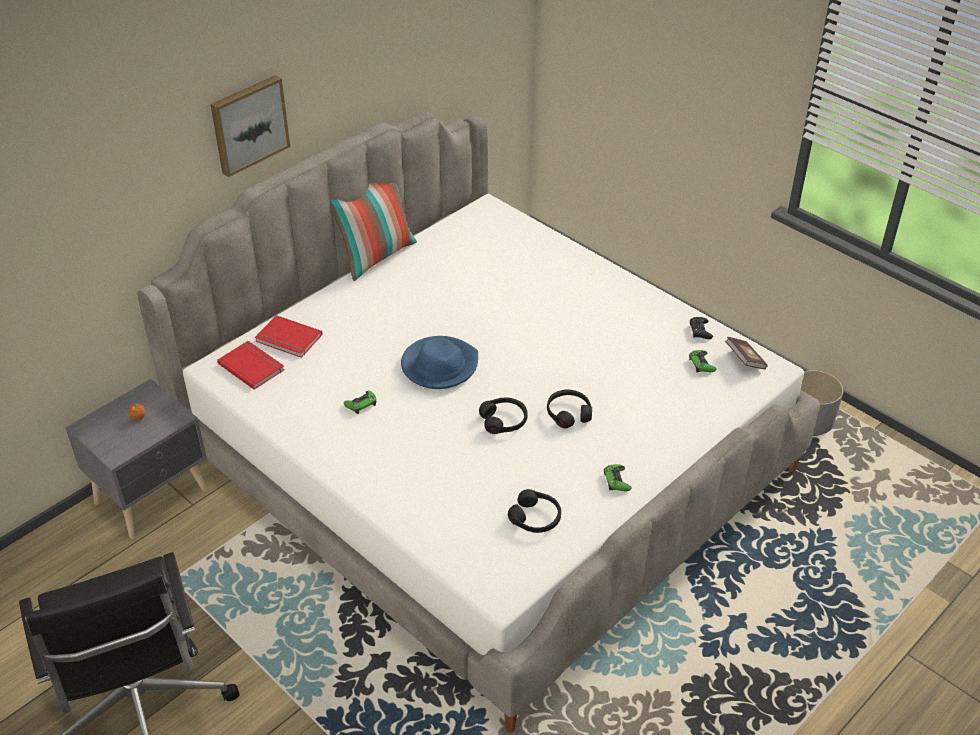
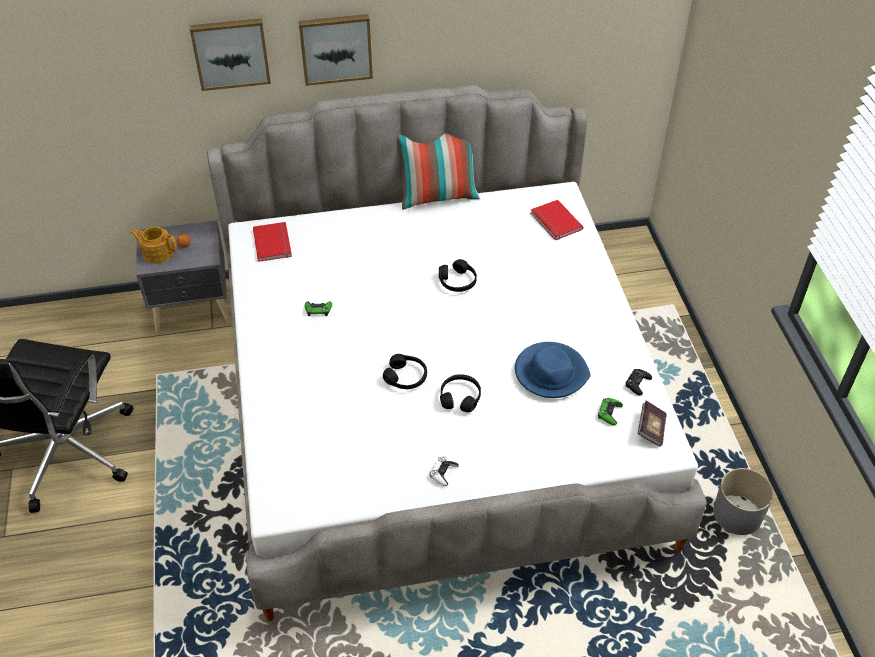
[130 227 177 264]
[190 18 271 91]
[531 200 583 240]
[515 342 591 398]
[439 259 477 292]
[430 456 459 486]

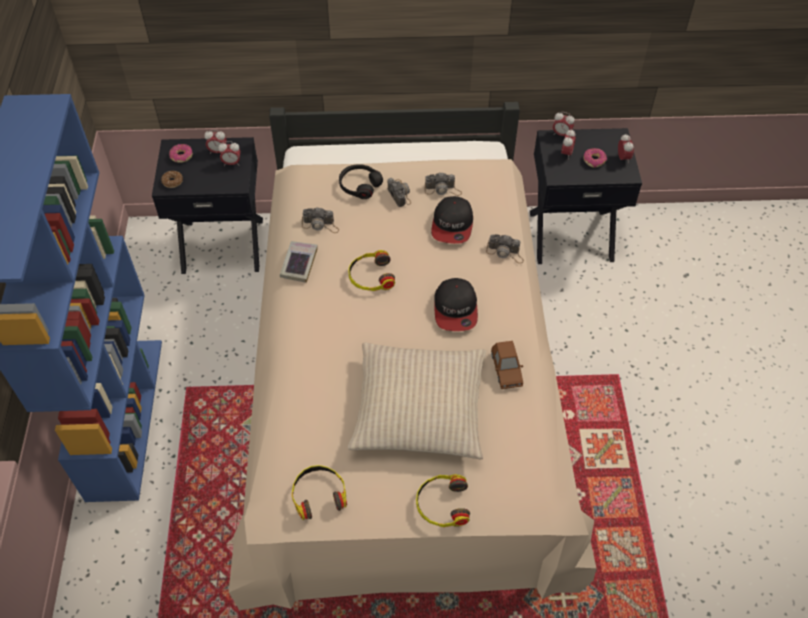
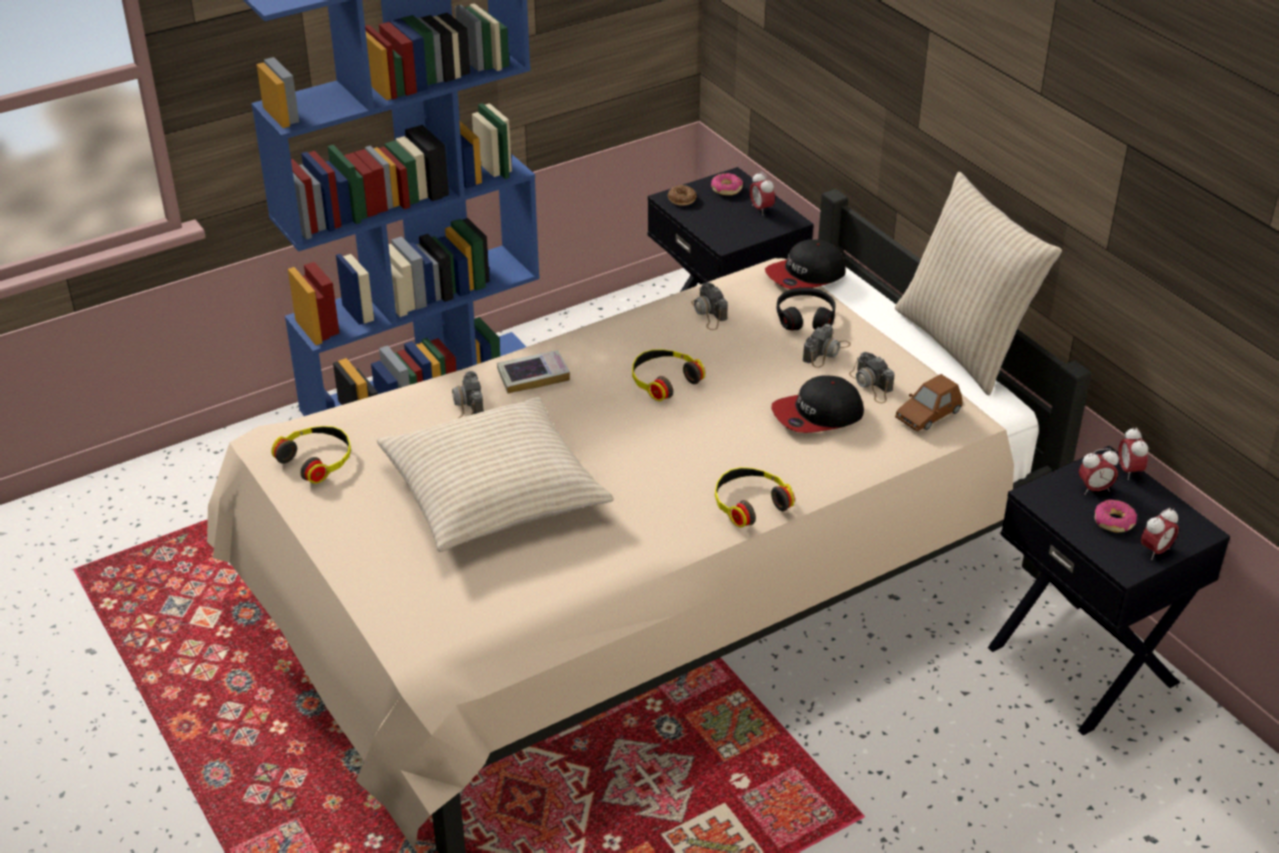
[218 141 241 166] (first image)
[895 172 1062 396]
[497 350 570 394]
[715 467 795 528]
[765 239 846 289]
[452 371 484 419]
[895 374 963 431]

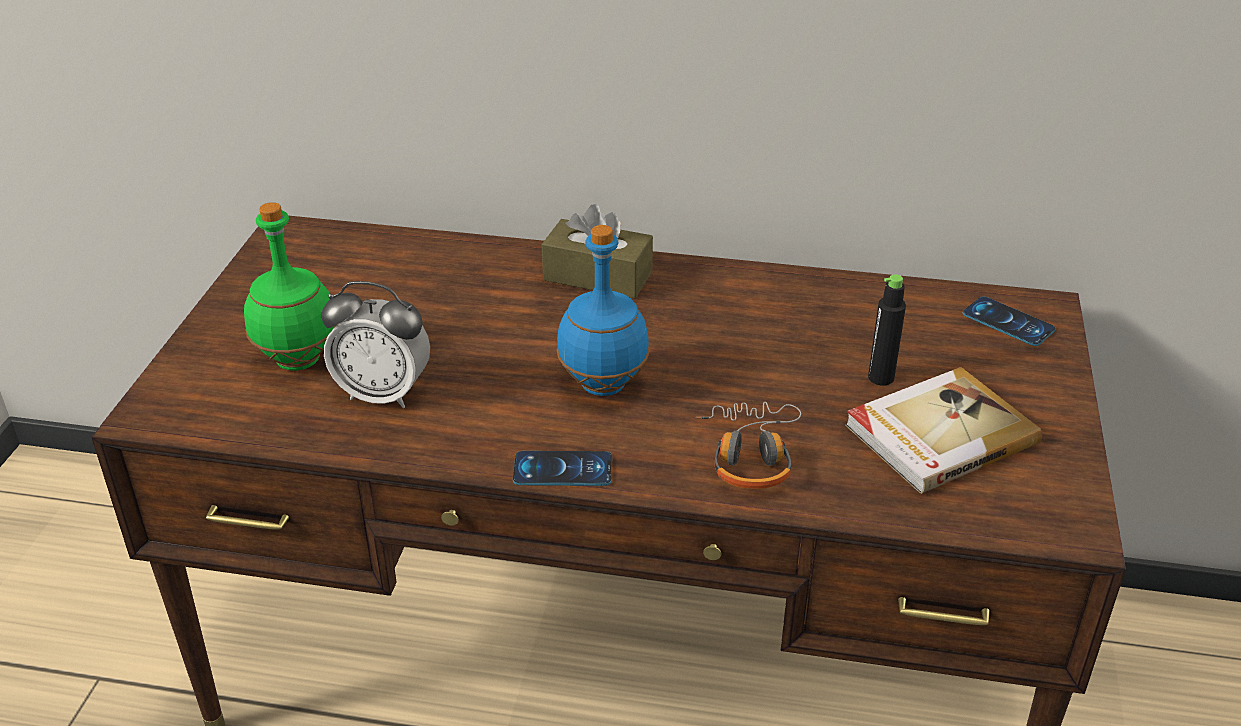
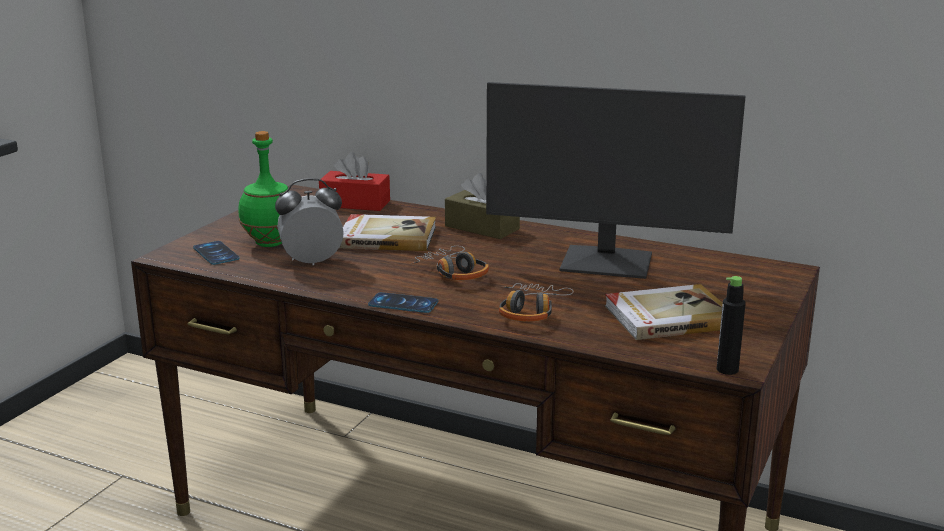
[319 152 390 211]
[339 214 436 251]
[486 82 746 279]
[717 276 746 375]
[193 241 240 265]
[411 246 489 280]
[275 178 344 265]

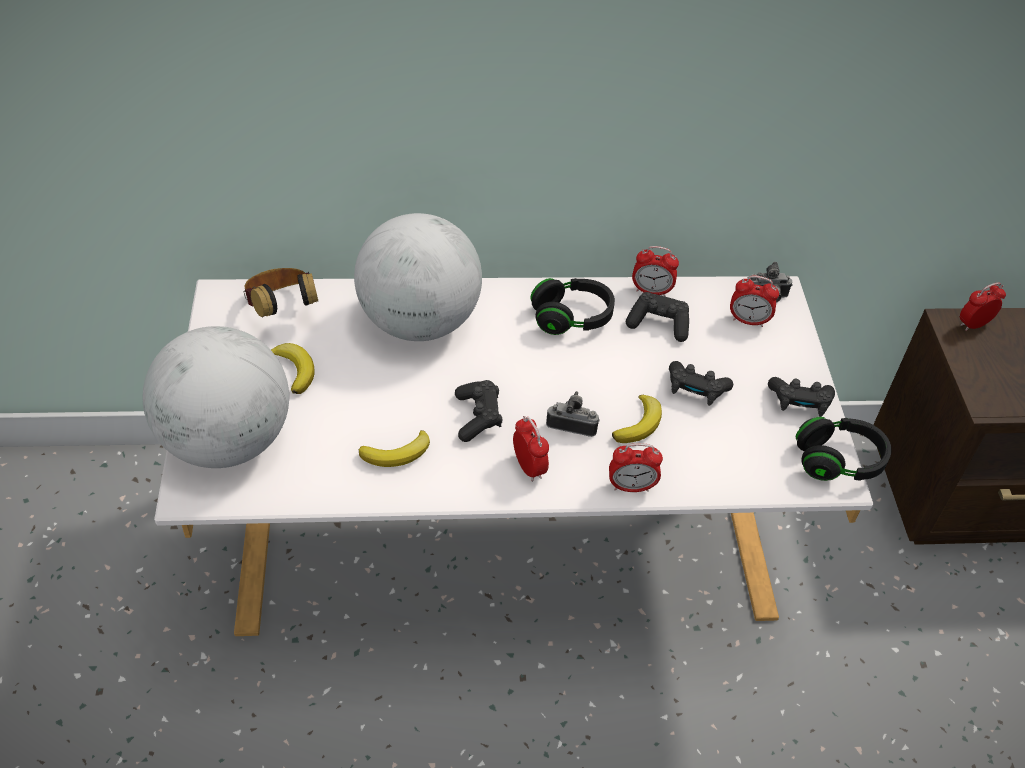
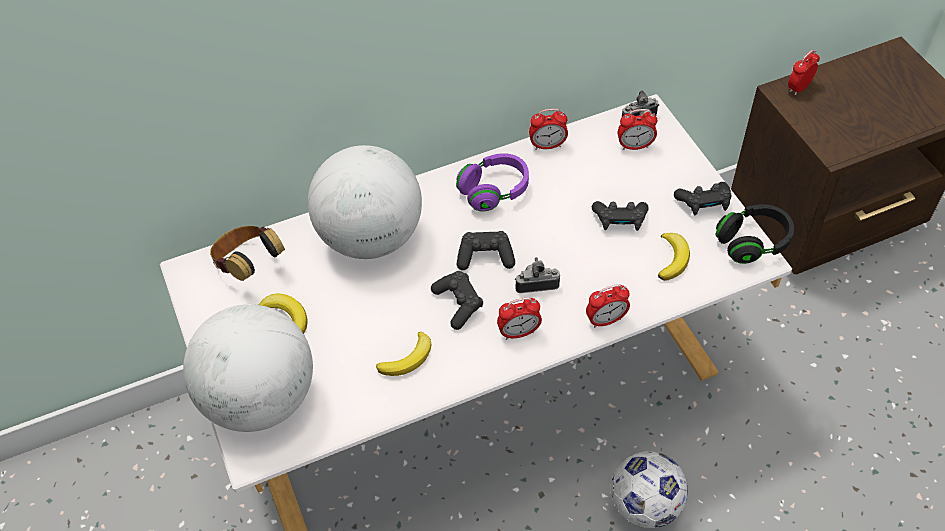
[611 451 688 528]
[658 233 690 281]
[457 231 515 270]
[456 153 529 212]
[497 297 542 340]

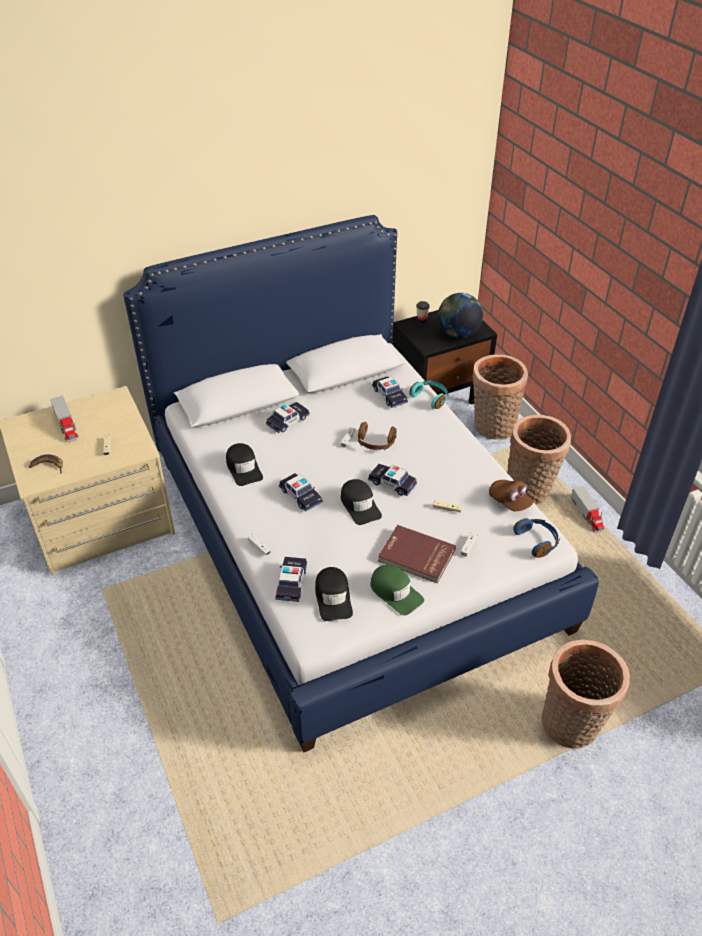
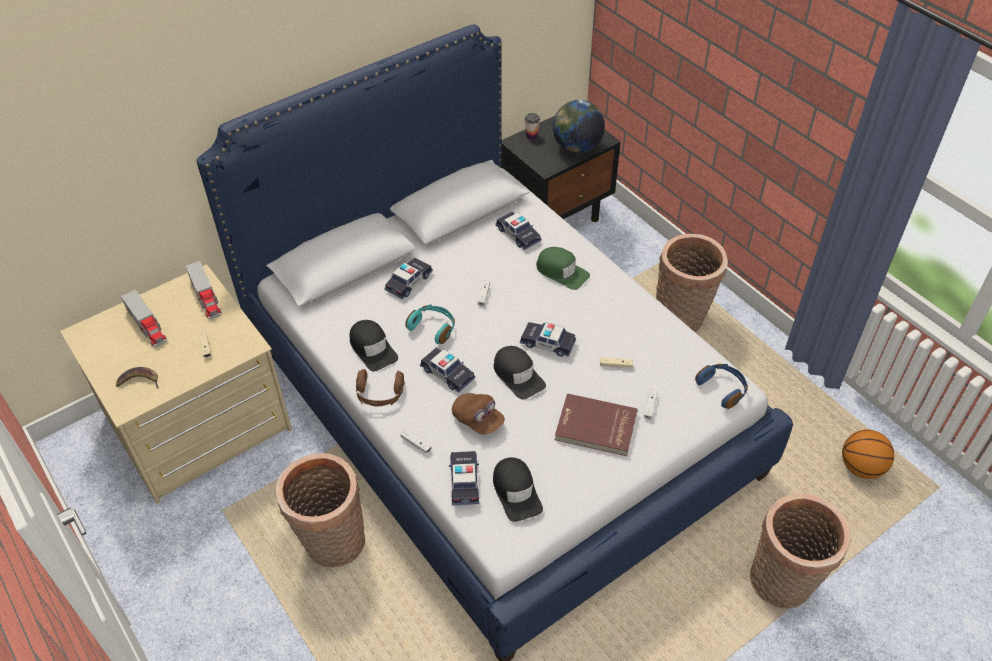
[842 430 894 479]
[356 369 405 406]
[536 247 590 290]
[405 305 455 344]
[276 453 365 568]
[452 393 505 435]
[186 261 222 319]

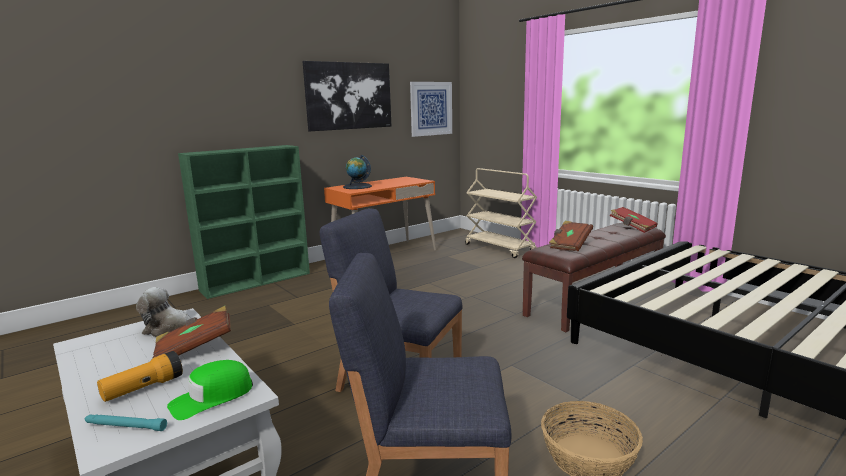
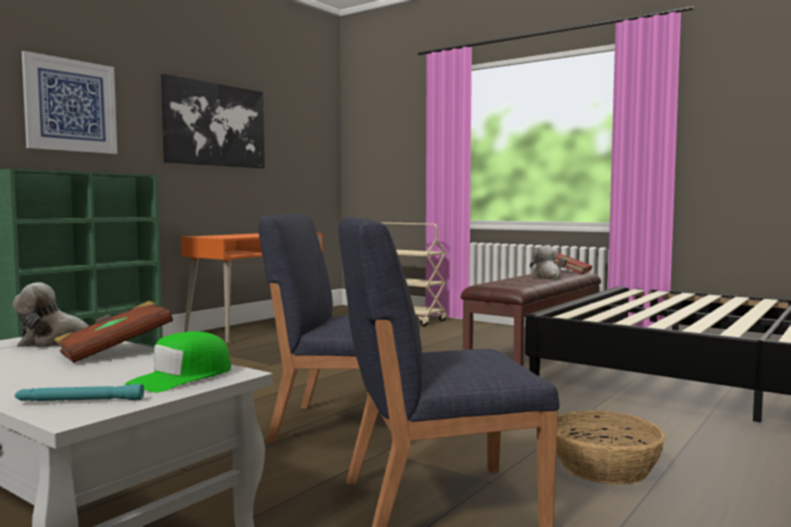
[97 351 183 402] (first image)
[343 155 372 189] (first image)
[549 221 593 251] (first image)
[530 246 561 280]
[22 51 117 154]

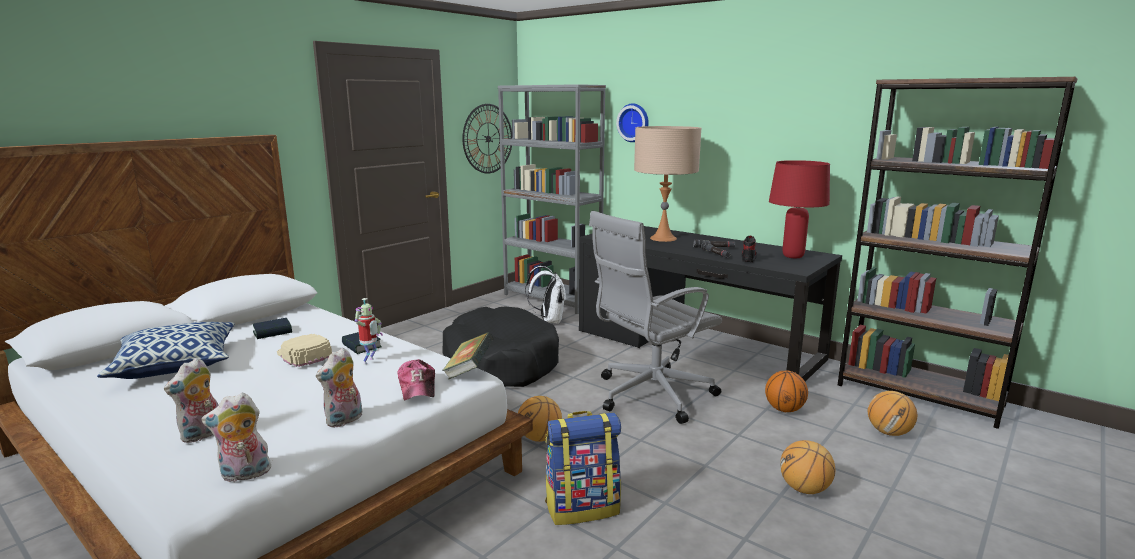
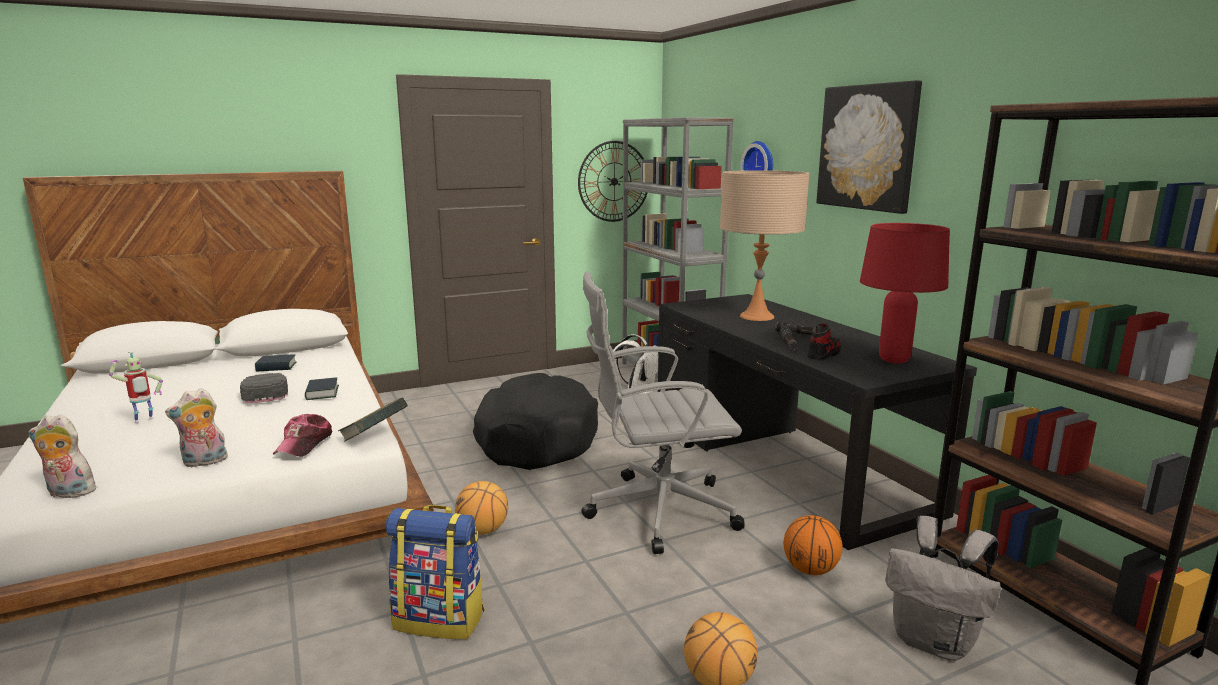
[97 322 235 379] (first image)
[164 358 219 443] (first image)
[816 80 922 214]
[109 351 163 423]
[885 516 1001 661]
[240 373 288 403]

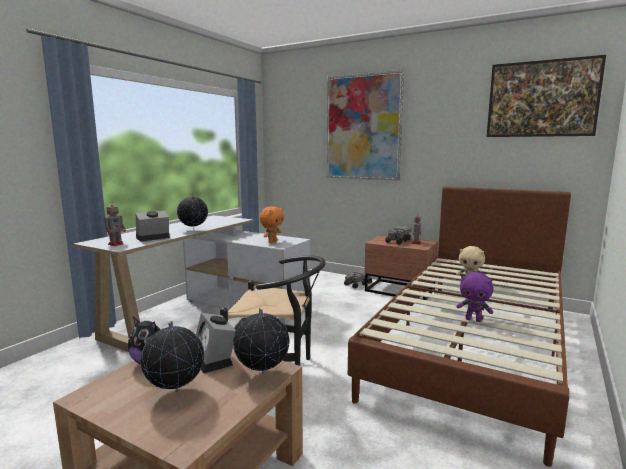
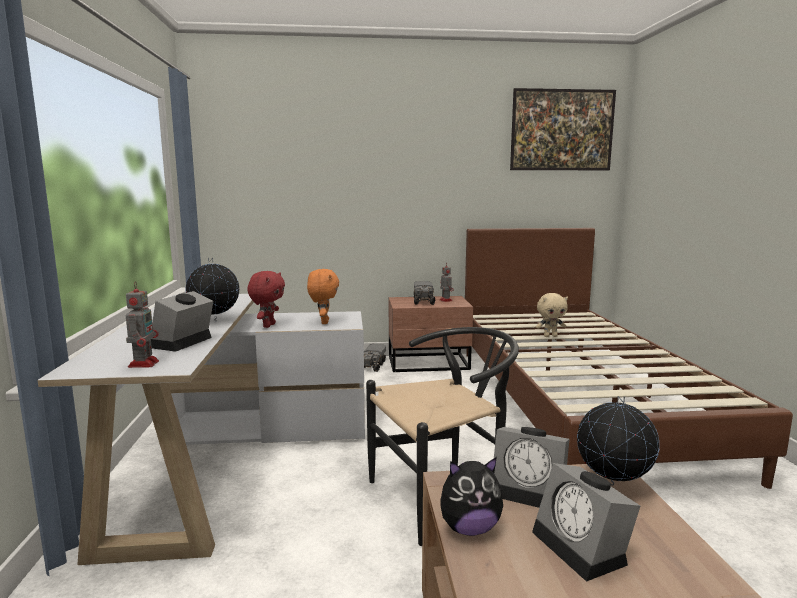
[327 70 404 181] (first image)
[456 272 494 322] (first image)
[247 271 285 328]
[532 463 640 582]

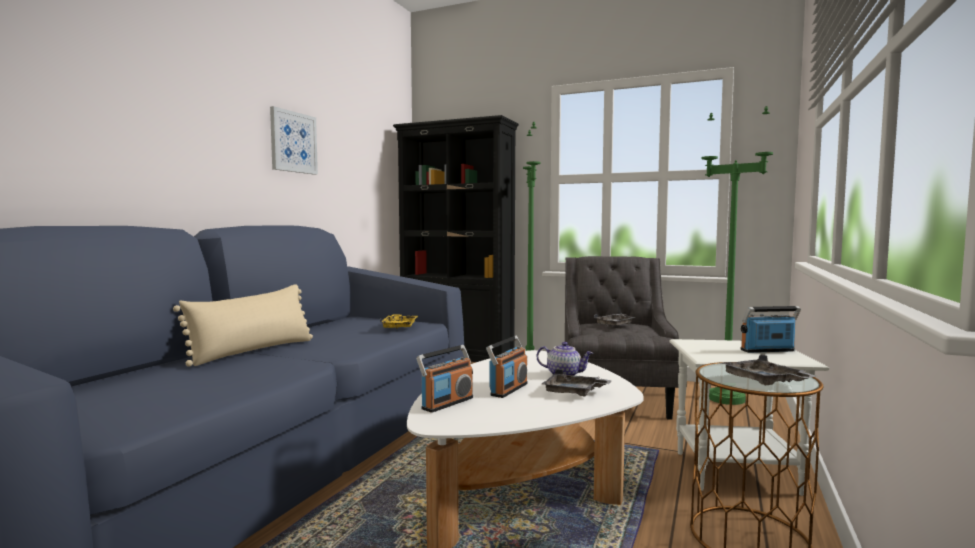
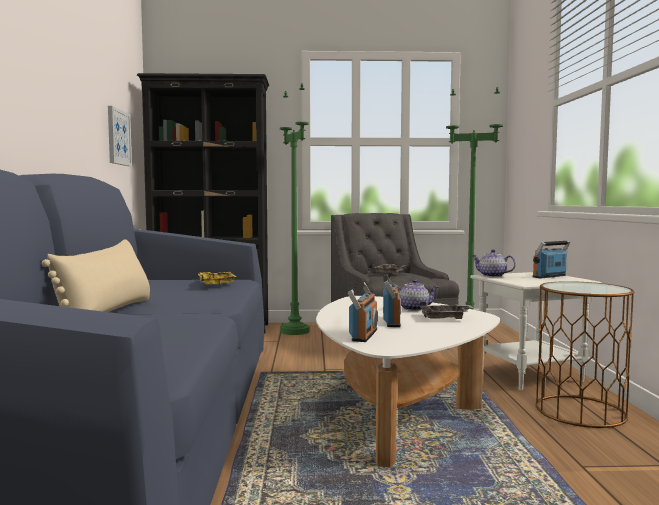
[721 354 816 385] (first image)
[471 250 516 277]
[108 106 132 166]

